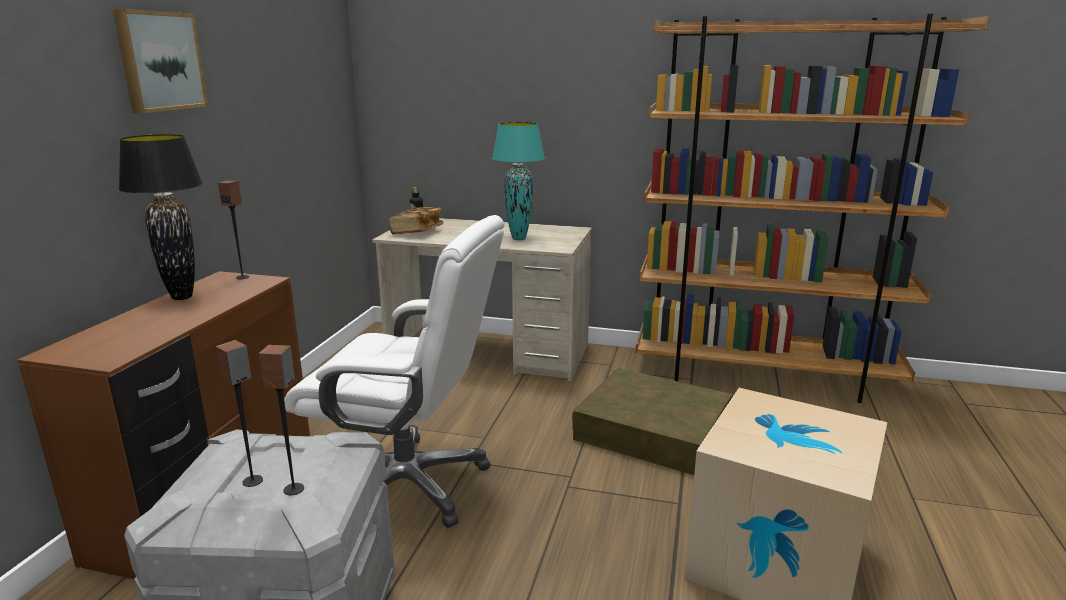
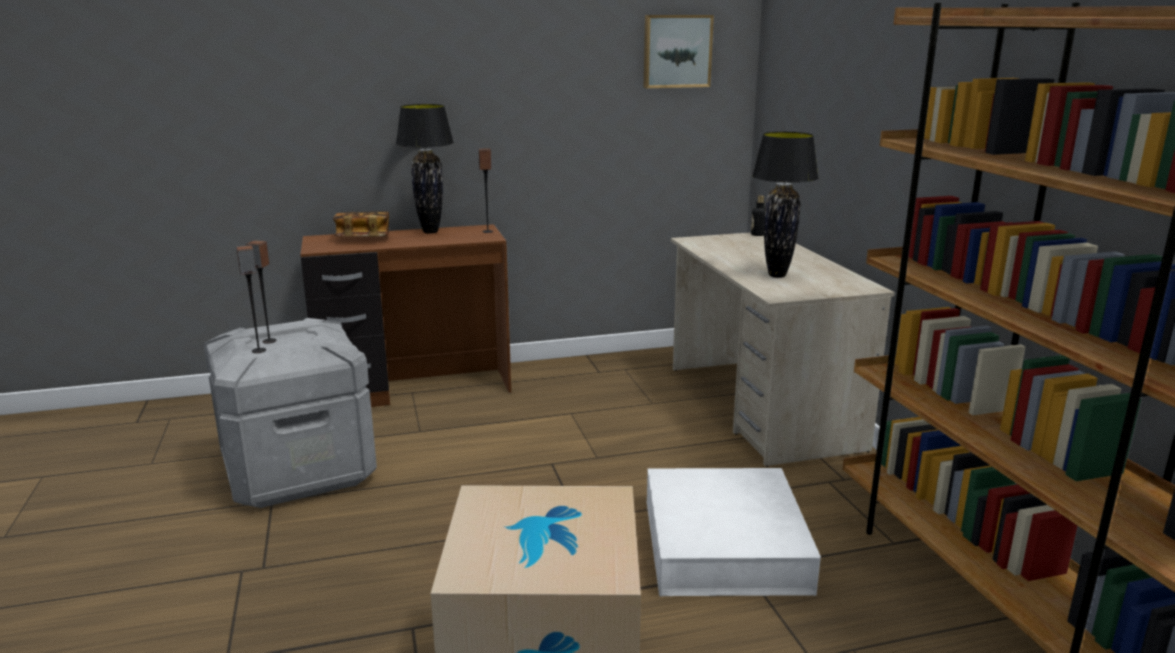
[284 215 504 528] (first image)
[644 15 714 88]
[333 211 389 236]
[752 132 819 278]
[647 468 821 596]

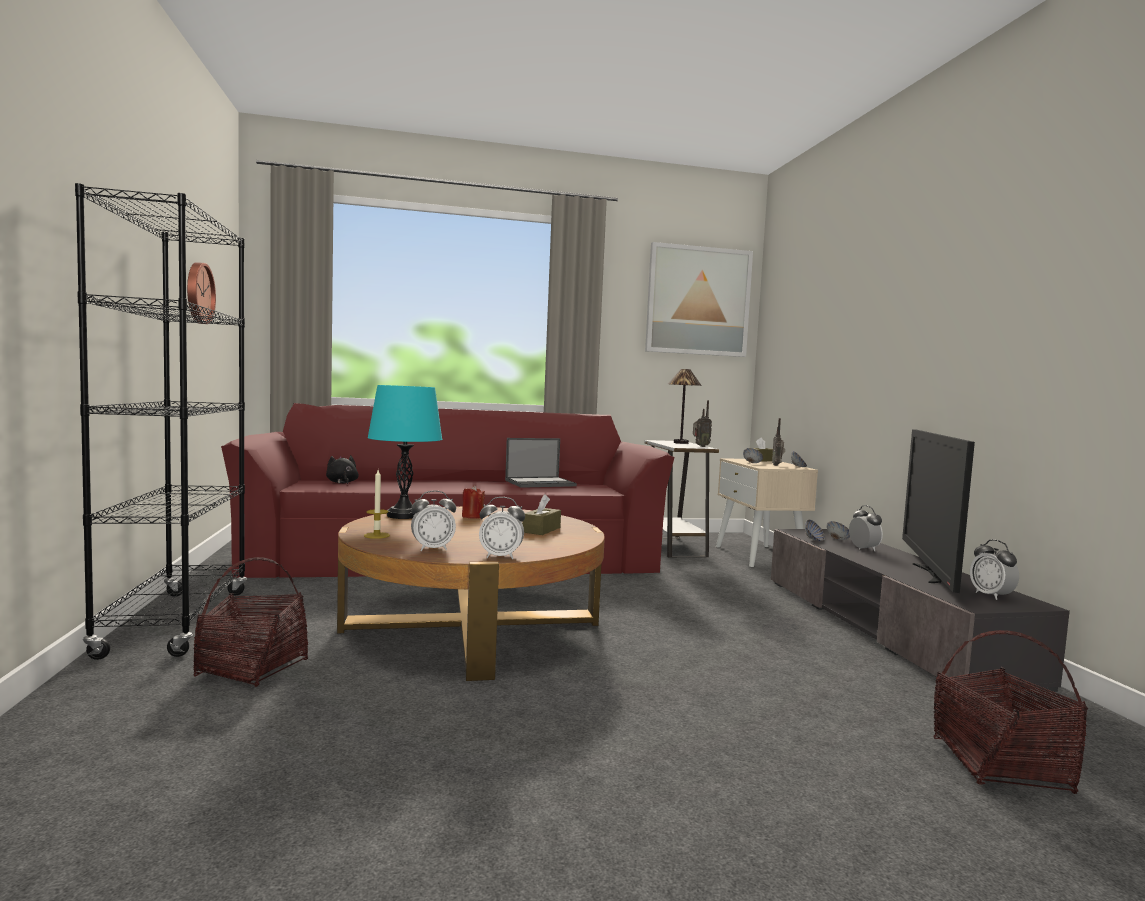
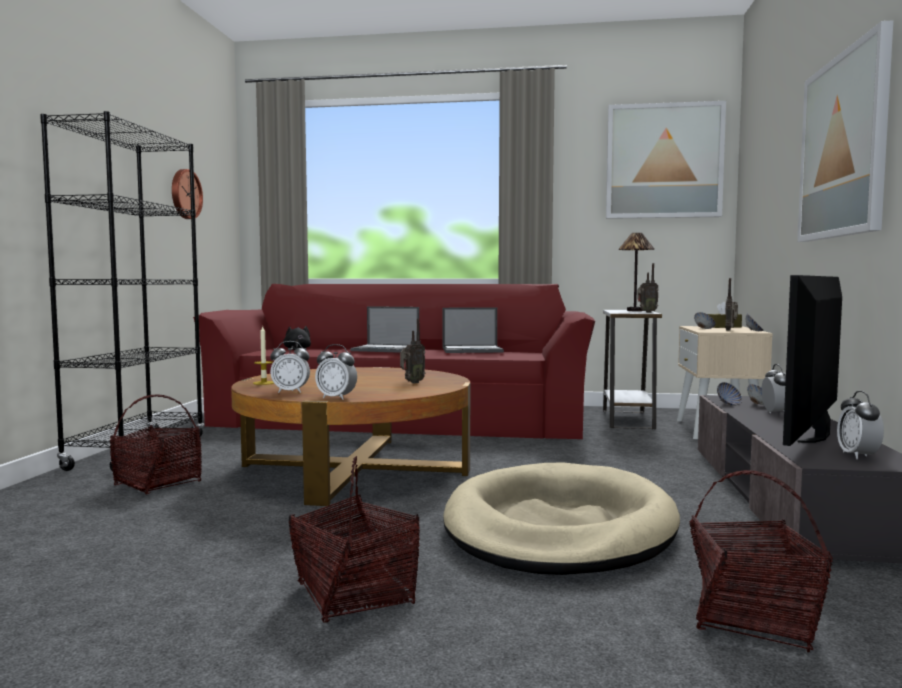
[368 385 442 519] (first image)
[462 485 485 519] (first image)
[289 456 420 623]
[350 306 419 353]
[443 463 680 575]
[797 20 893 242]
[400 318 425 384]

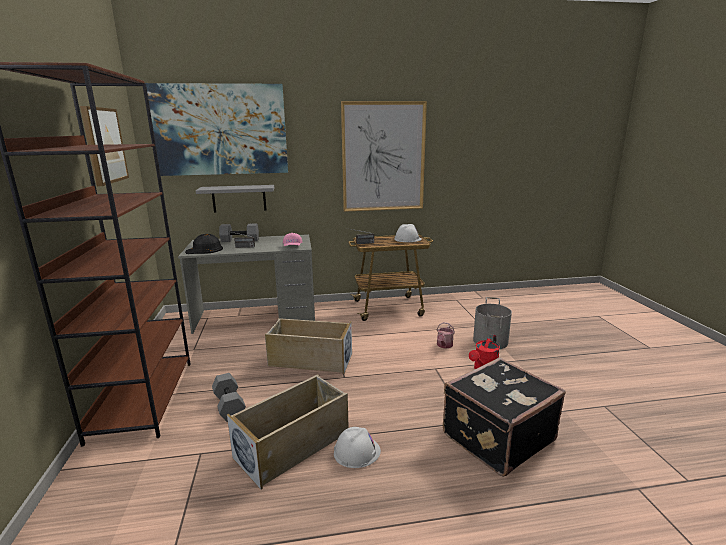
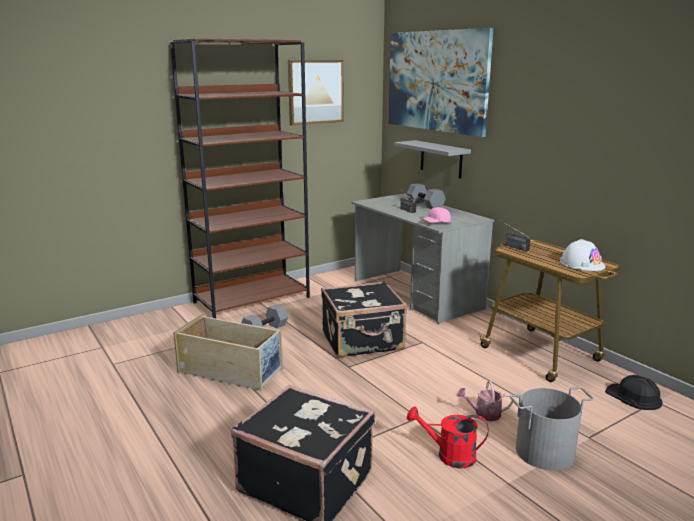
[334 427 381 468] (first image)
[341 101 427 212] (first image)
[605 375 663 410]
[321 281 407 358]

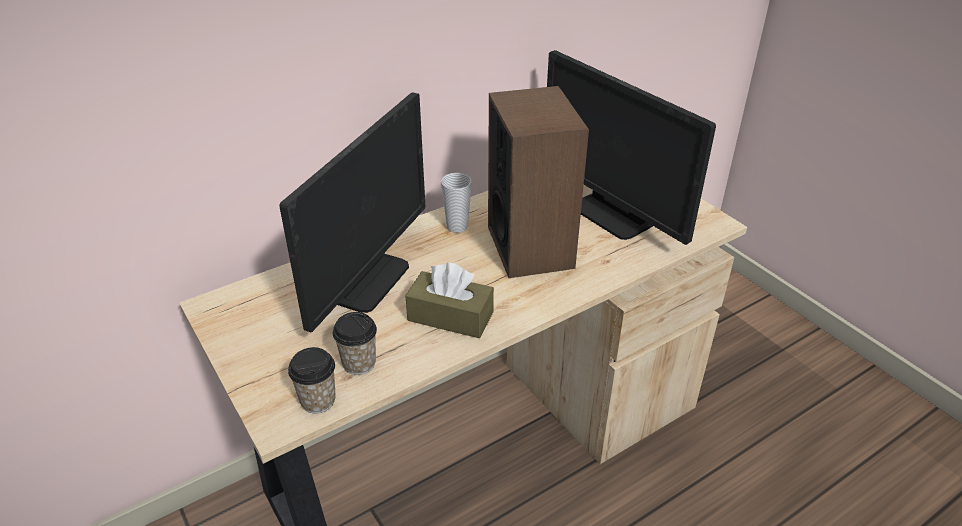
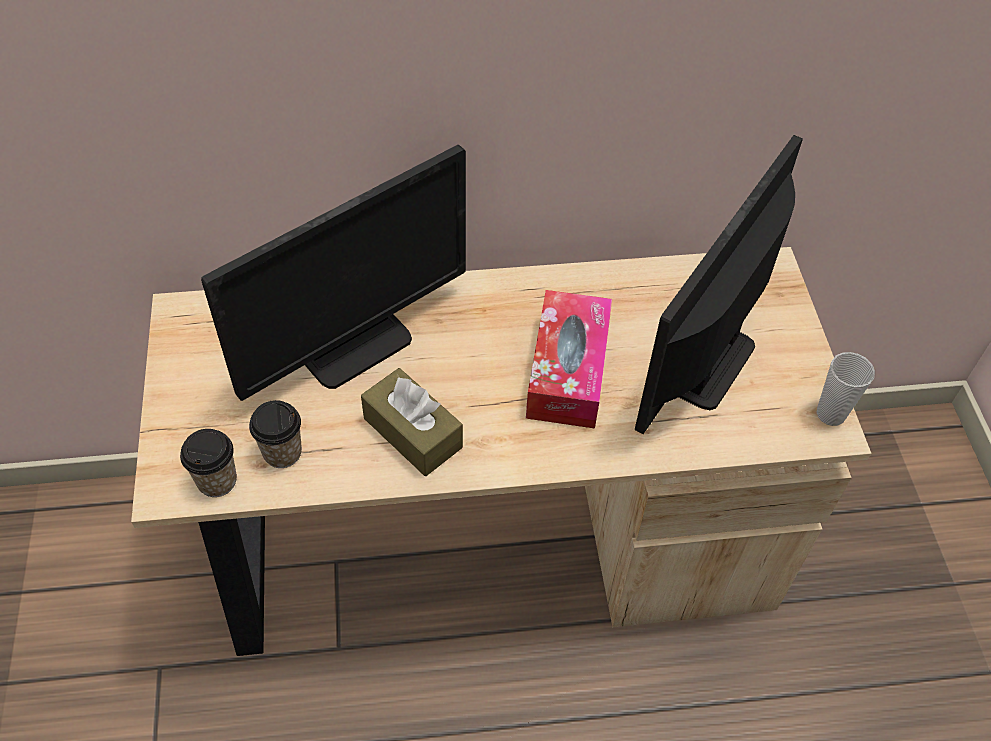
[817 352 875 426]
[526 290 612 429]
[635 135 803 434]

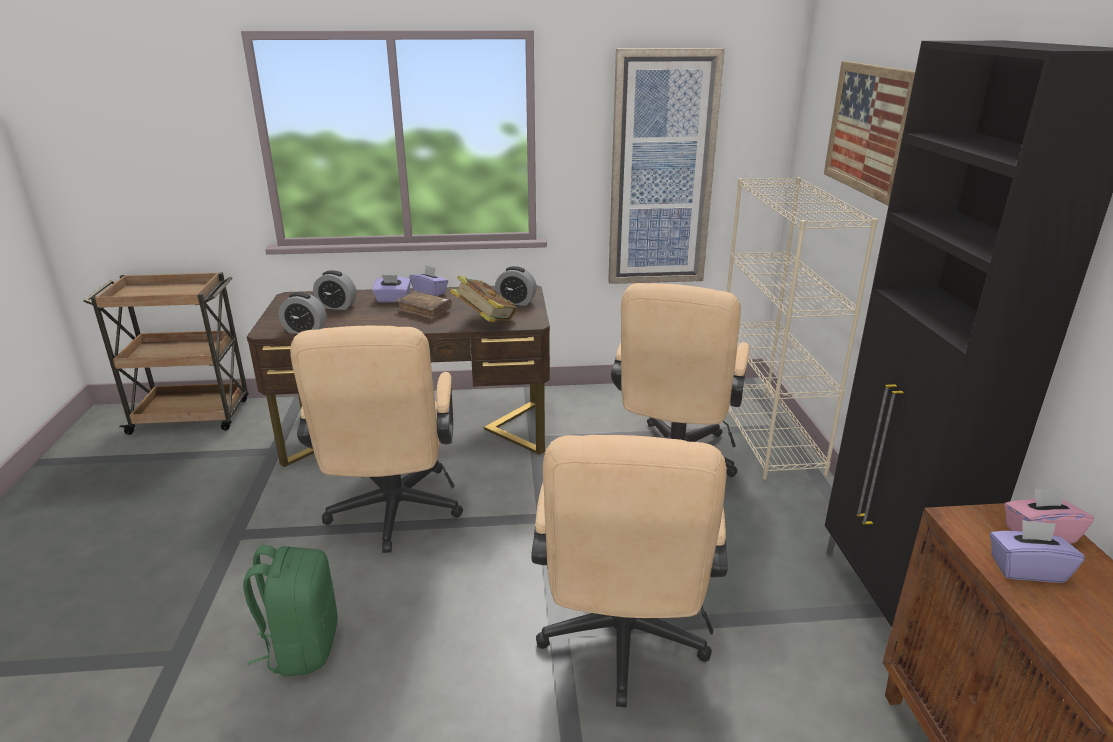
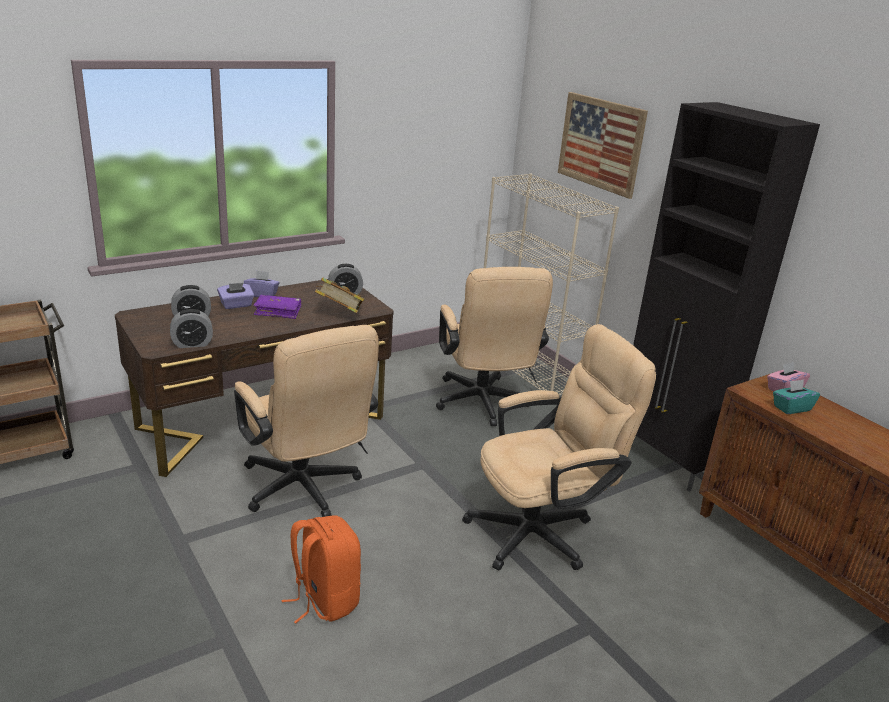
[608 48 725 284] (first image)
[281 515 361 624]
[253 295 301 319]
[773 379 820 414]
[462 324 656 570]

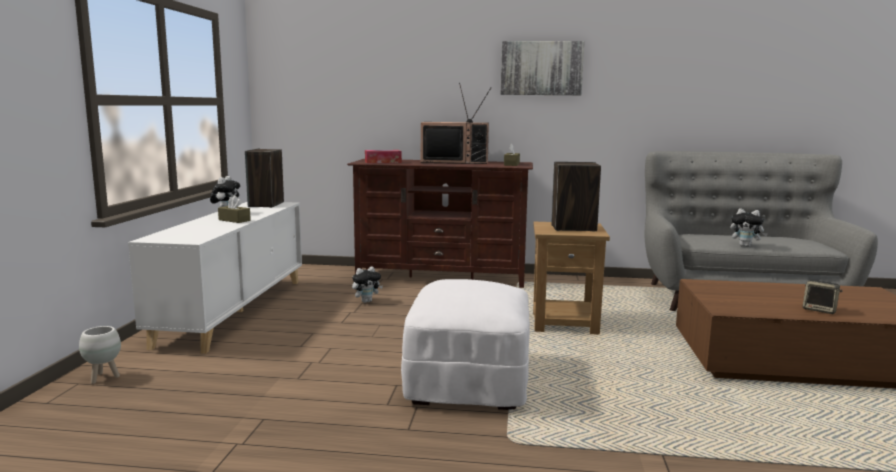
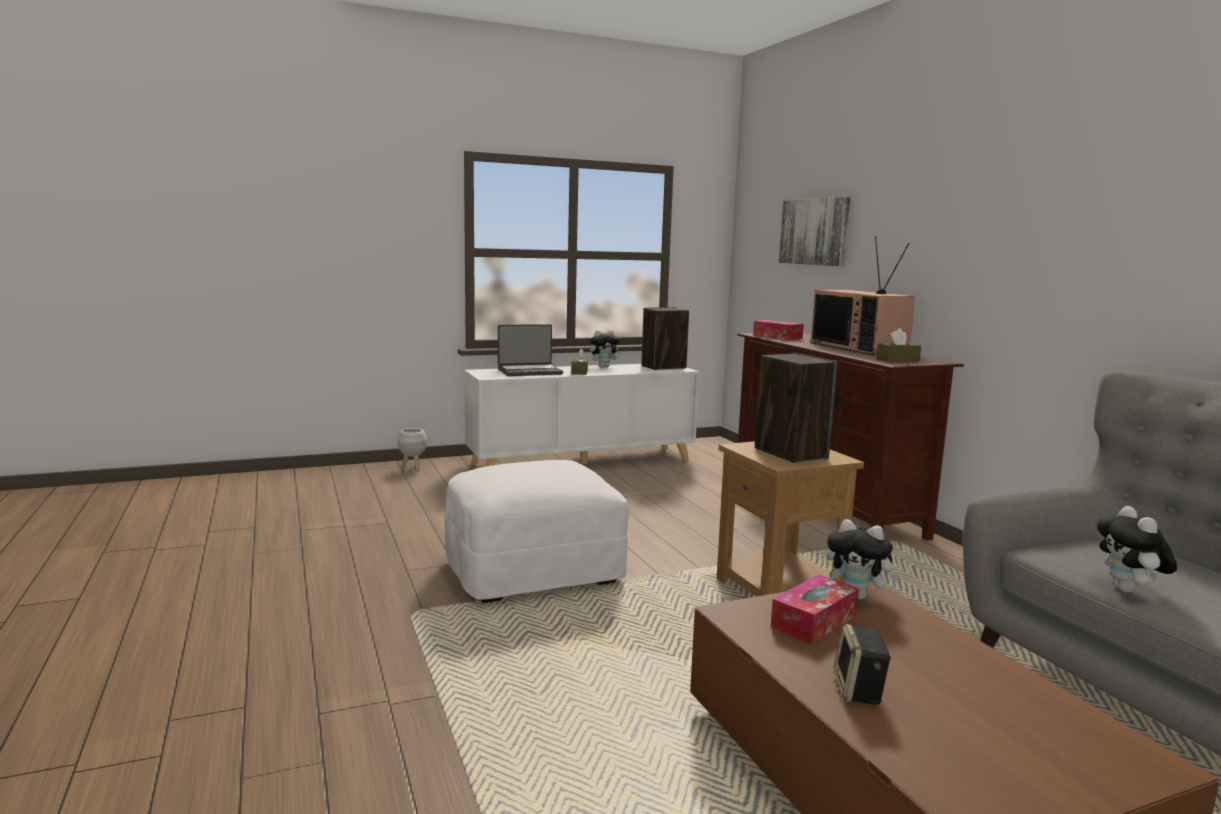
[498 324 563 376]
[771 575 859 644]
[826 519 900 600]
[779 197 851 266]

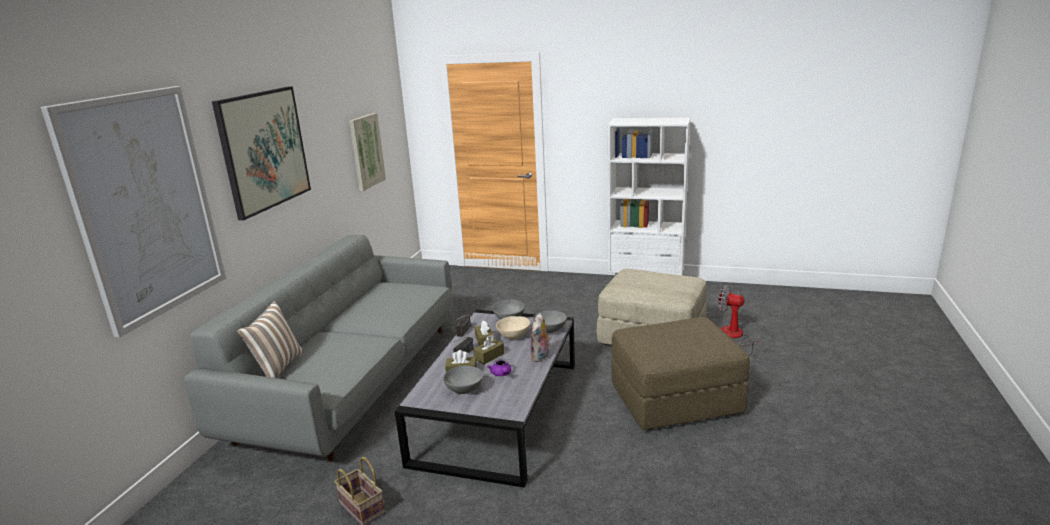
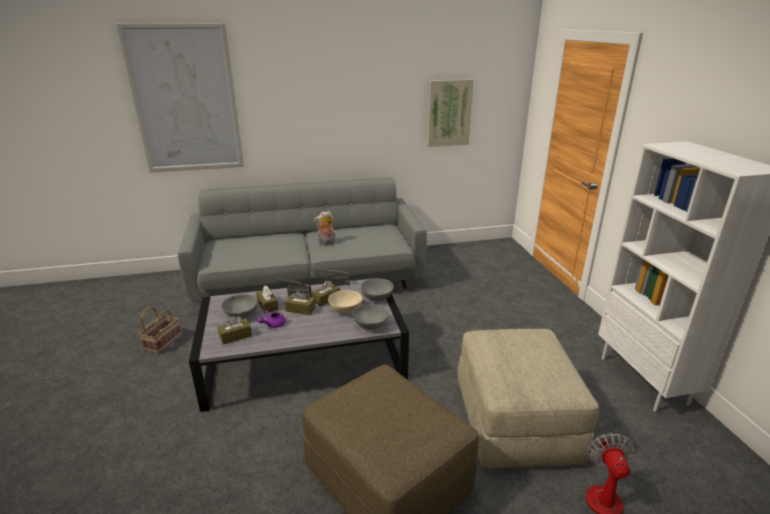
[212 87 311 220] (first image)
[237 301 304 378] (first image)
[218 316 252 345]
[314 211 336 245]

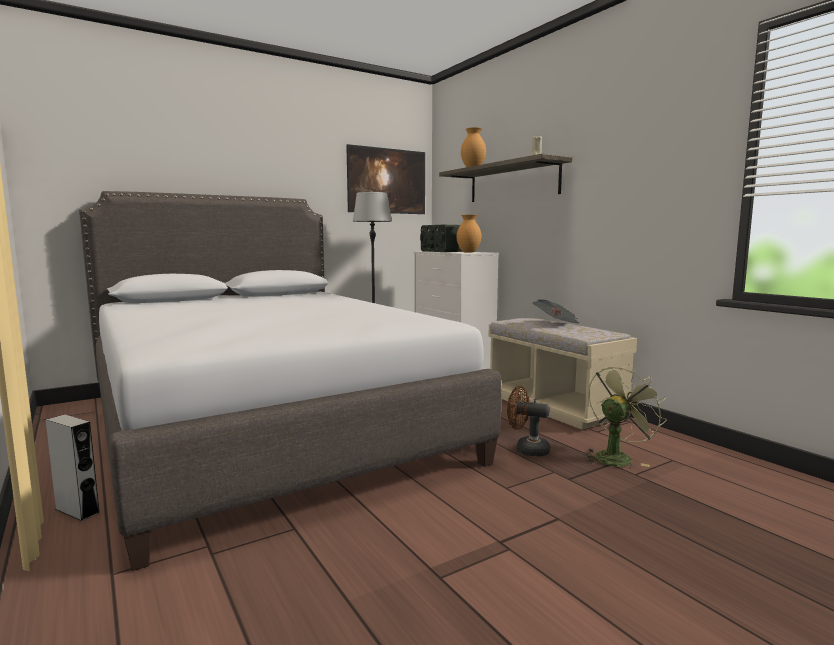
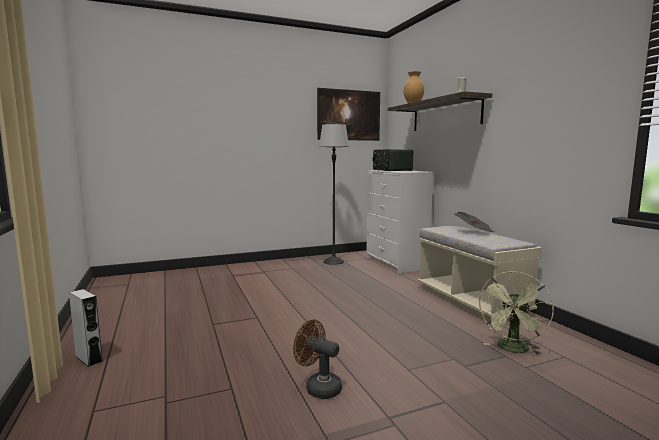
[79 191 501 571] (first image)
[457 215 481 253] (first image)
[293 319 342 399]
[478 271 554 355]

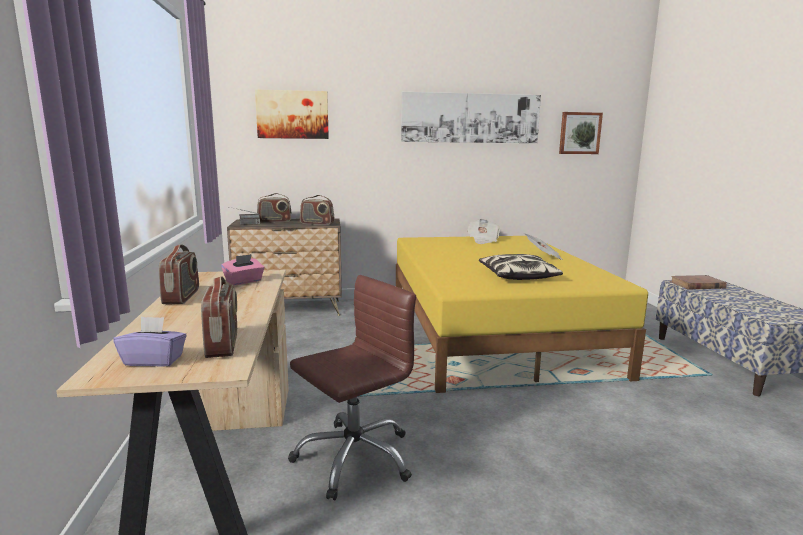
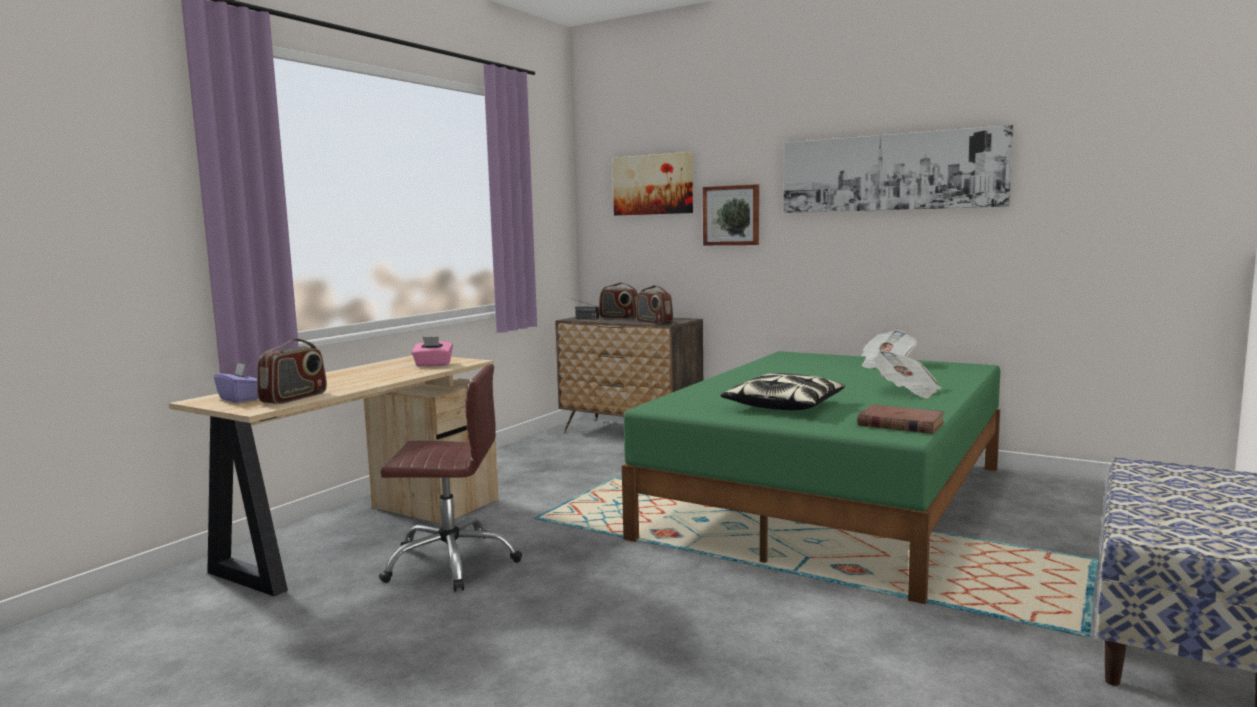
[159 244 199 304] (first image)
[703 184 759 245]
[857 404 945 434]
[622 351 1000 604]

